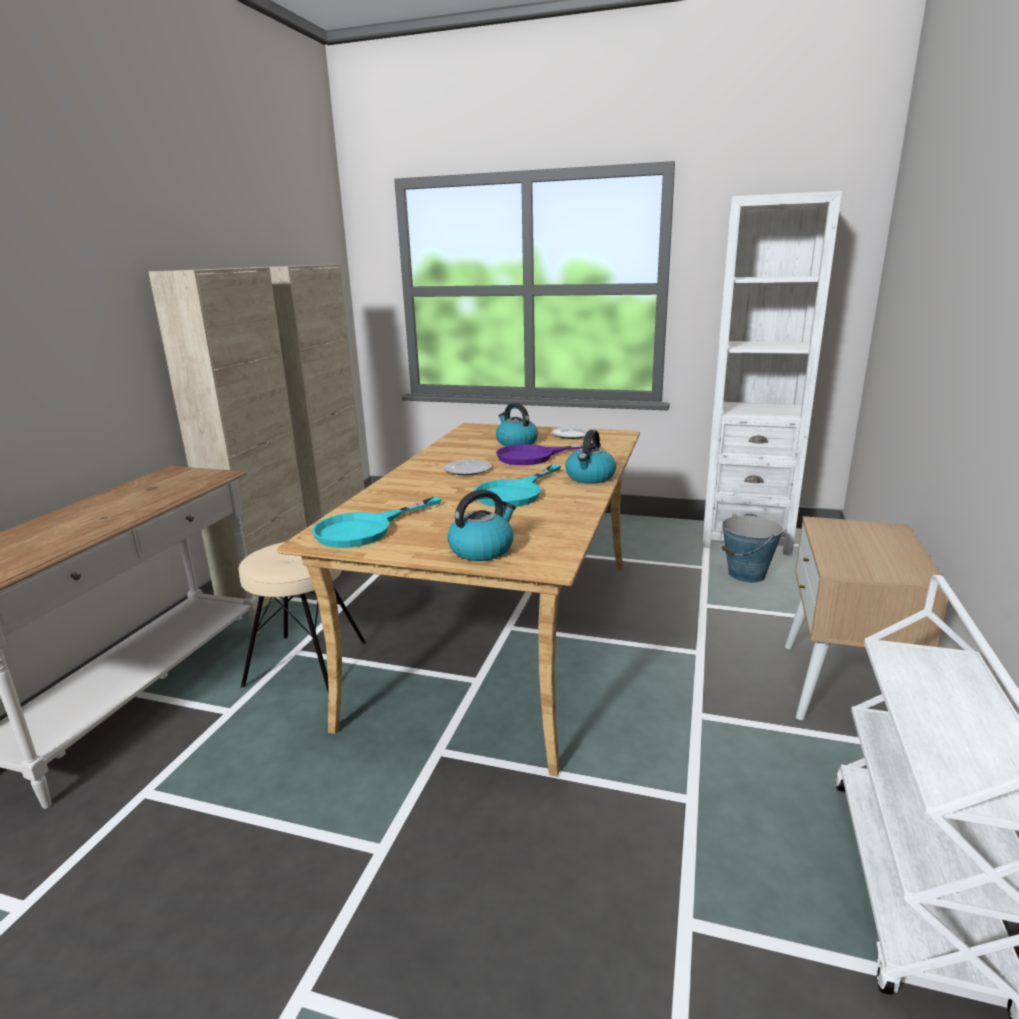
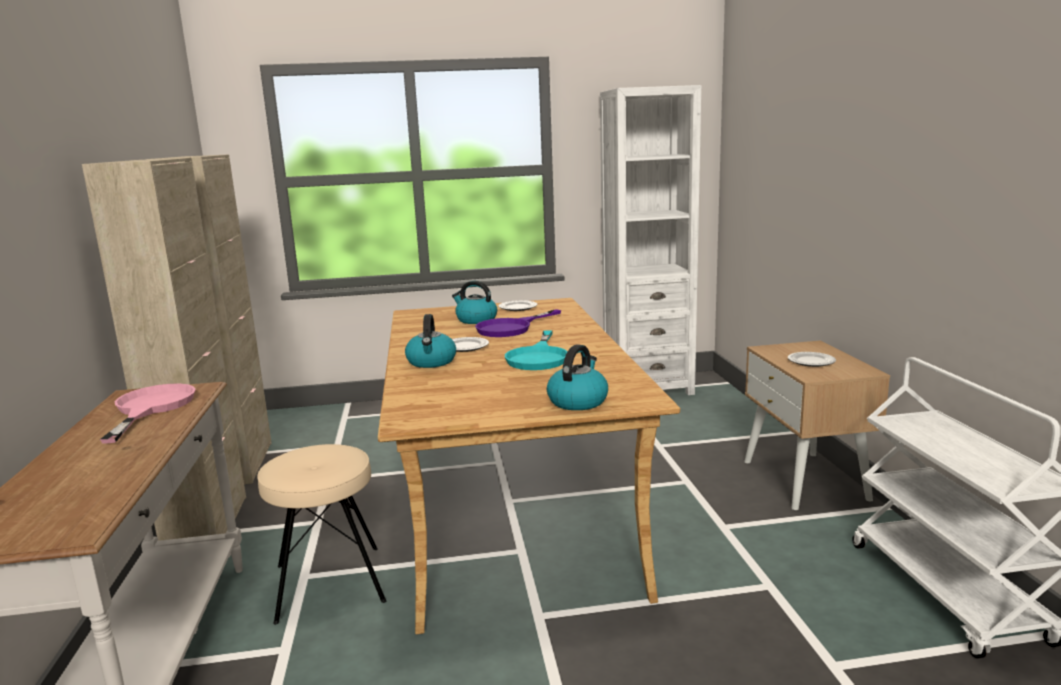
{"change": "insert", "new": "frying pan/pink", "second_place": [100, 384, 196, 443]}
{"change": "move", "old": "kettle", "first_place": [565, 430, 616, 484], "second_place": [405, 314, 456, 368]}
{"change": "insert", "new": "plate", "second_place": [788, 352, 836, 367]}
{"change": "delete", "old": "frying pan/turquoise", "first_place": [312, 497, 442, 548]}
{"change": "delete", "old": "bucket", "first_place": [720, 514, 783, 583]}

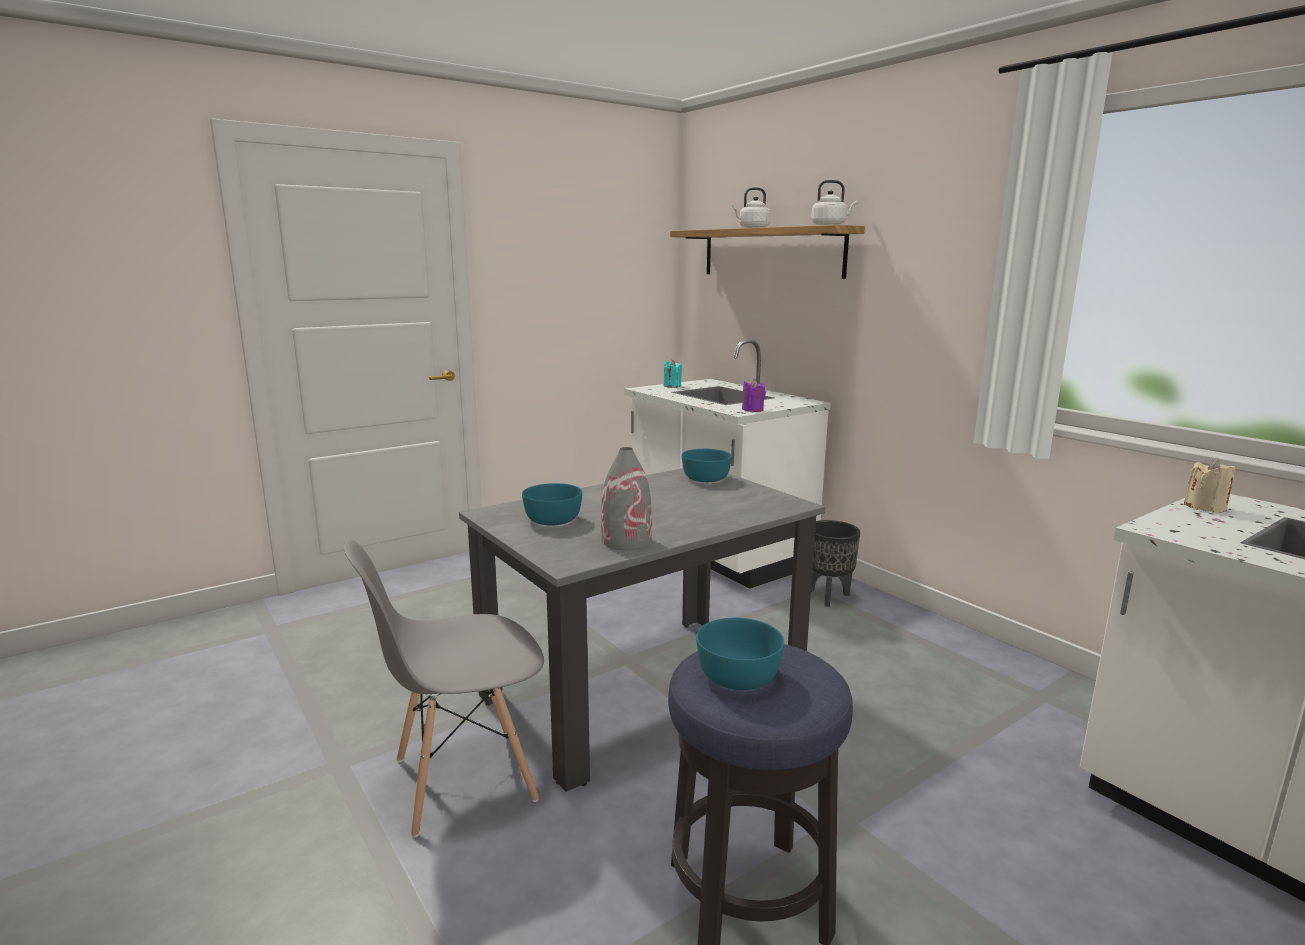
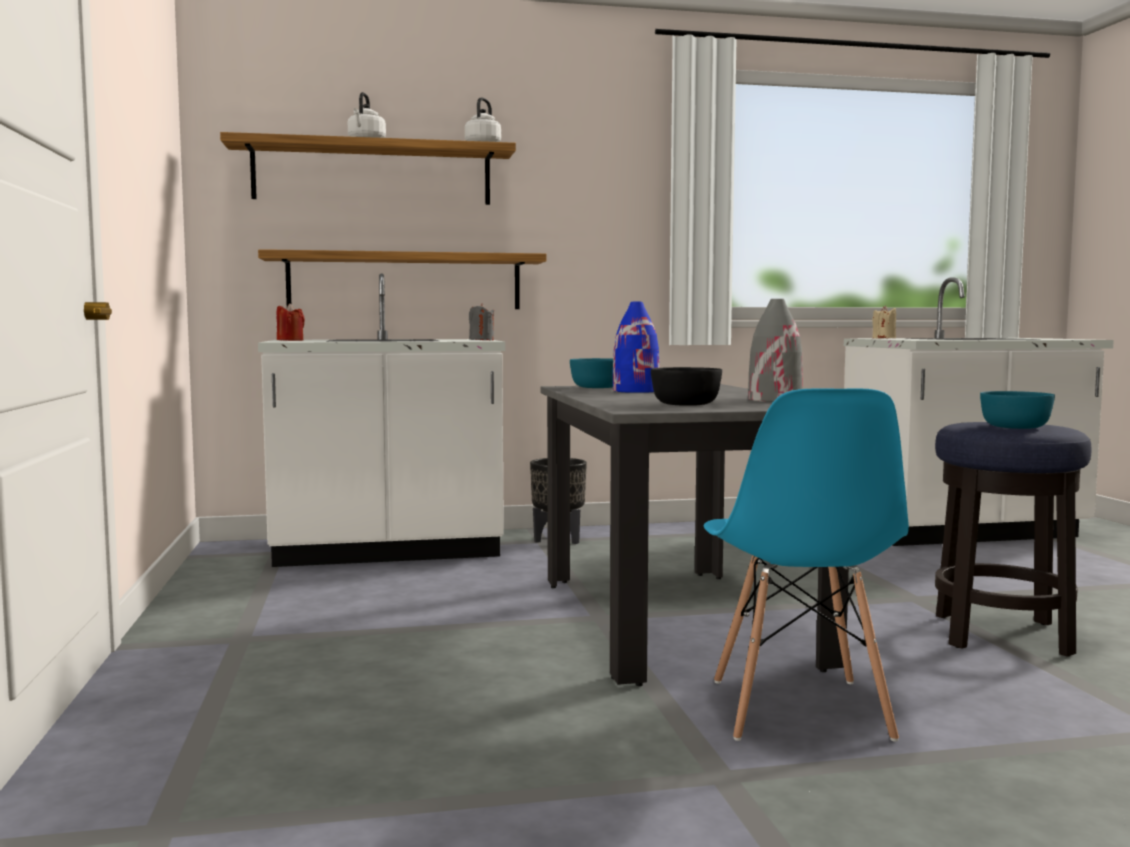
{"change": "insert", "new": "shelf", "second_place": [258, 249, 546, 309]}
{"change": "recolor", "old": "candle/turquoise", "new": "candle/red", "first_place": [664, 360, 682, 388], "second_place": [277, 303, 305, 341]}
{"change": "recolor", "old": "candle/purple", "new": "candle/grey", "first_place": [742, 379, 766, 412], "second_place": [469, 303, 494, 340]}
{"change": "insert", "new": "vase/blue", "second_place": [613, 302, 659, 393]}
{"change": "recolor", "old": "bowl/turquoise", "new": "bowl/black", "first_place": [522, 483, 582, 526], "second_place": [651, 367, 722, 406]}
{"change": "recolor", "old": "chair/grey", "new": "chair/blue", "first_place": [344, 539, 544, 837], "second_place": [703, 389, 909, 742]}

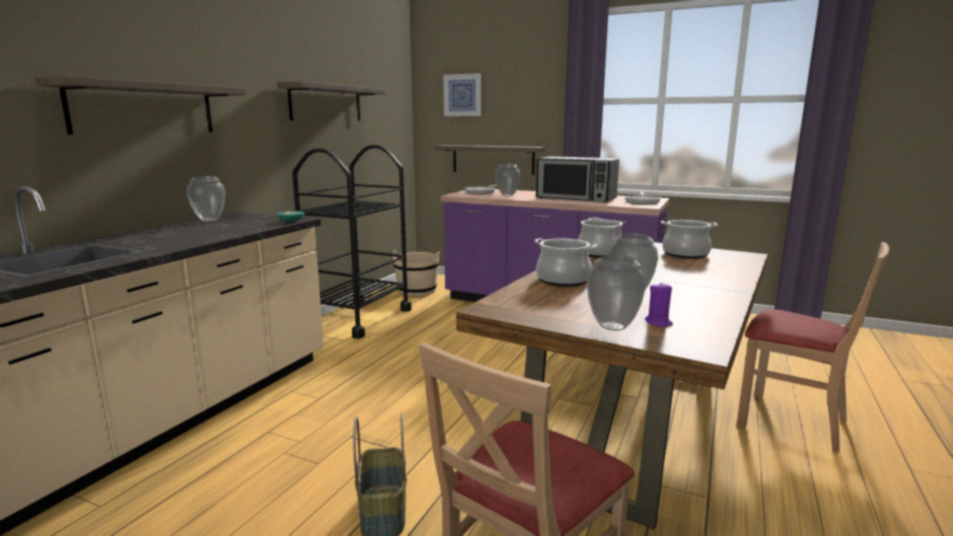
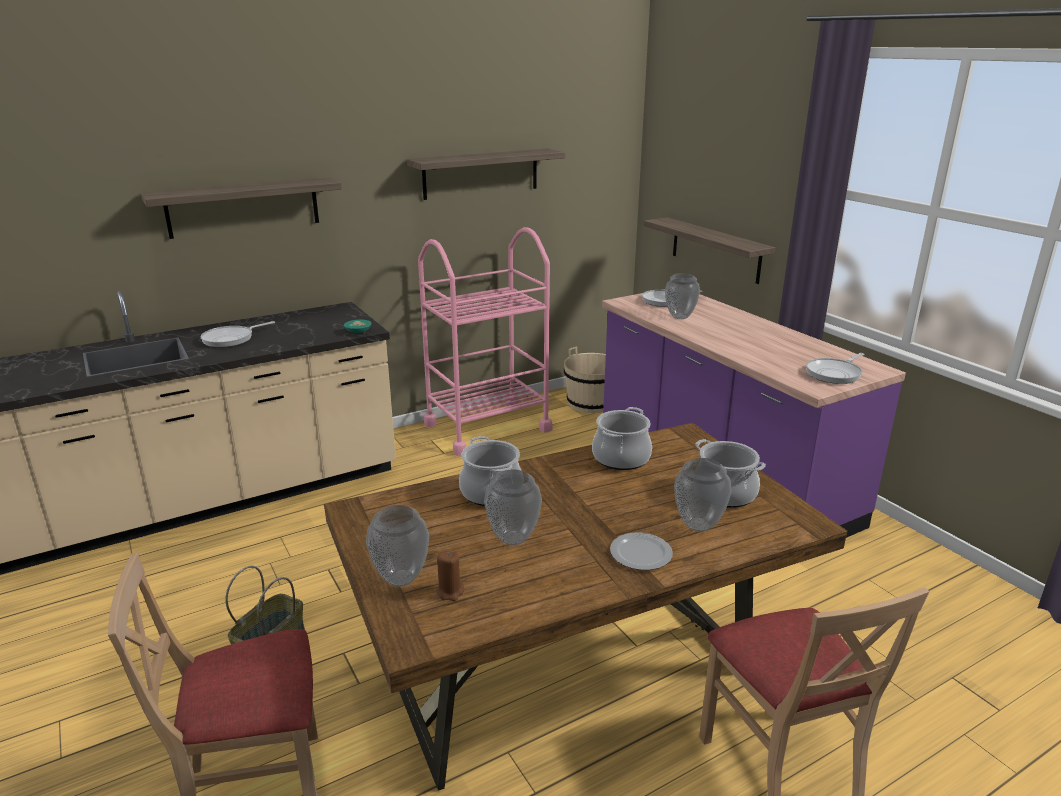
{"change": "insert", "new": "frying pan", "second_place": [201, 321, 275, 347]}
{"change": "recolor", "old": "cart/black", "new": "cart/pink", "first_place": [292, 144, 411, 339], "second_place": [418, 227, 552, 456]}
{"change": "recolor", "old": "candle/purple", "new": "candle/brown", "first_place": [645, 282, 673, 327], "second_place": [436, 551, 464, 601]}
{"change": "insert", "new": "plate", "second_place": [610, 533, 673, 570]}
{"change": "move", "old": "vase", "first_place": [187, 176, 225, 222], "second_place": [674, 458, 732, 532]}
{"change": "delete", "old": "picture", "first_place": [443, 73, 481, 116]}
{"change": "delete", "old": "microwave", "first_place": [536, 156, 619, 203]}

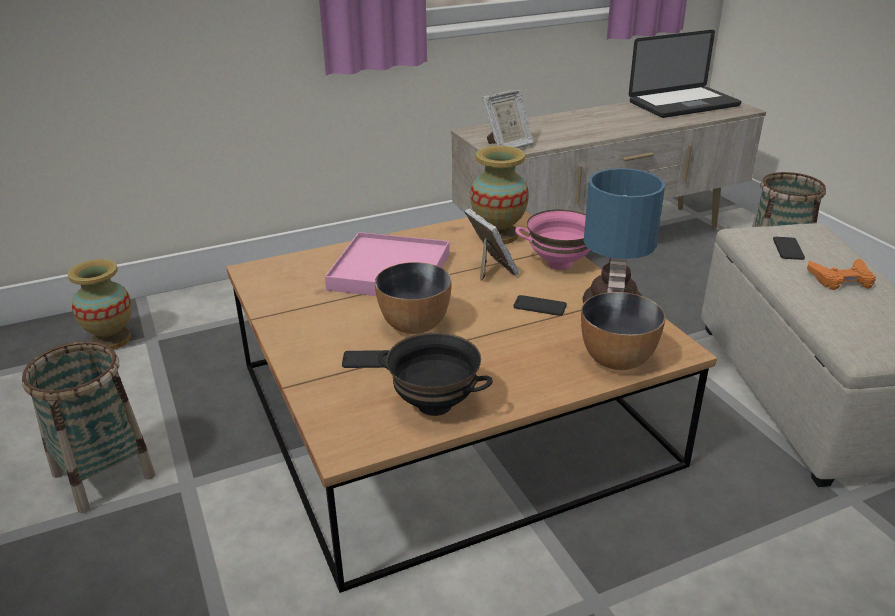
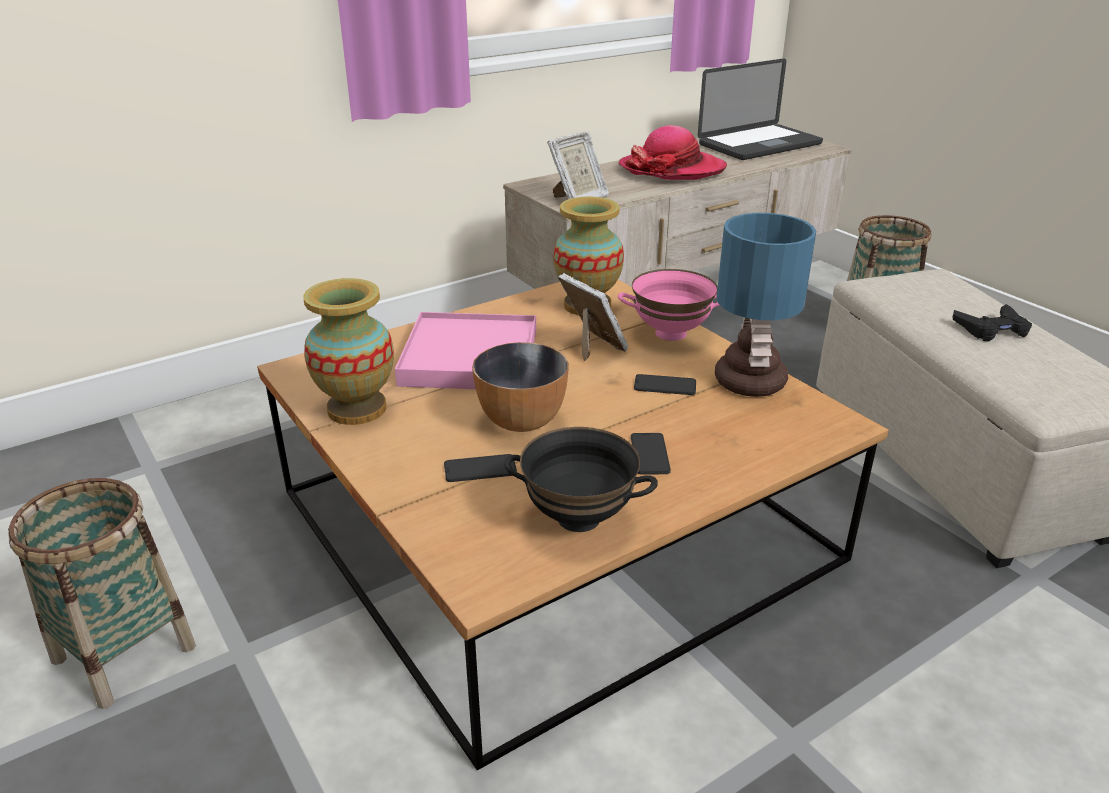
{"change": "move", "old": "vase", "first_place": [68, 259, 131, 350], "second_place": [304, 278, 394, 425]}
{"change": "insert", "new": "hat", "second_place": [619, 125, 727, 180]}
{"change": "move", "old": "phone", "first_place": [773, 237, 805, 260], "second_place": [631, 433, 671, 475]}
{"change": "recolor", "old": "game controller/orange", "new": "game controller/black", "first_place": [807, 258, 876, 290], "second_place": [953, 304, 1032, 341]}
{"change": "delete", "old": "bowl", "first_place": [581, 292, 666, 370]}

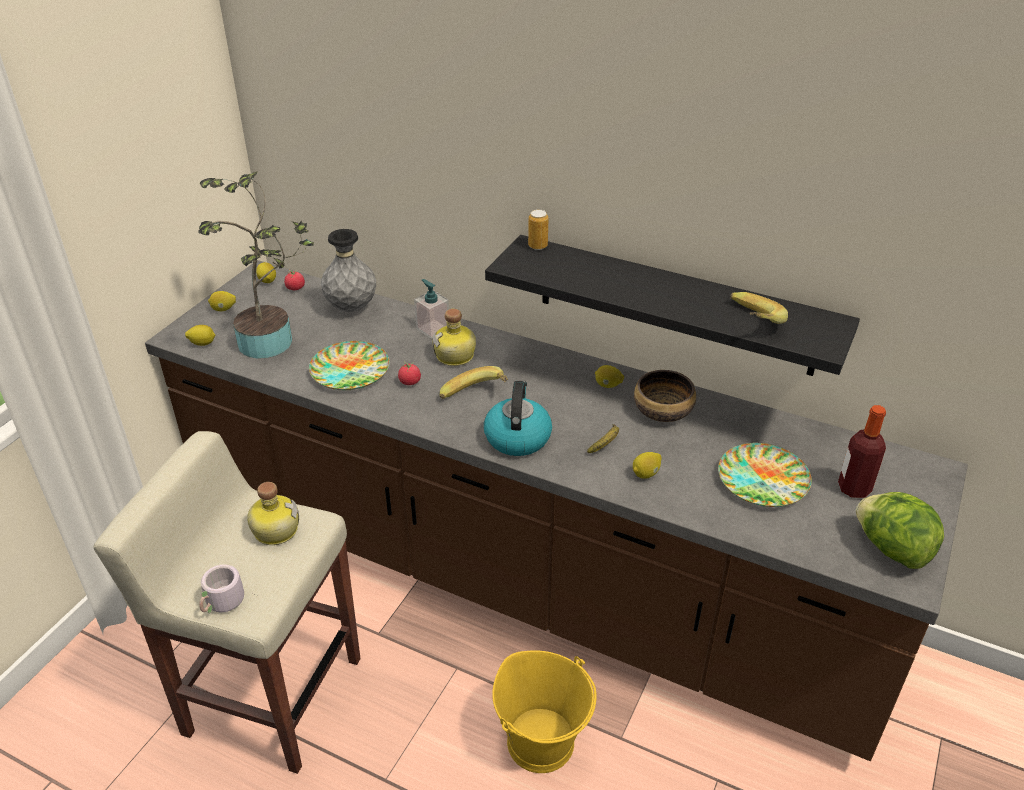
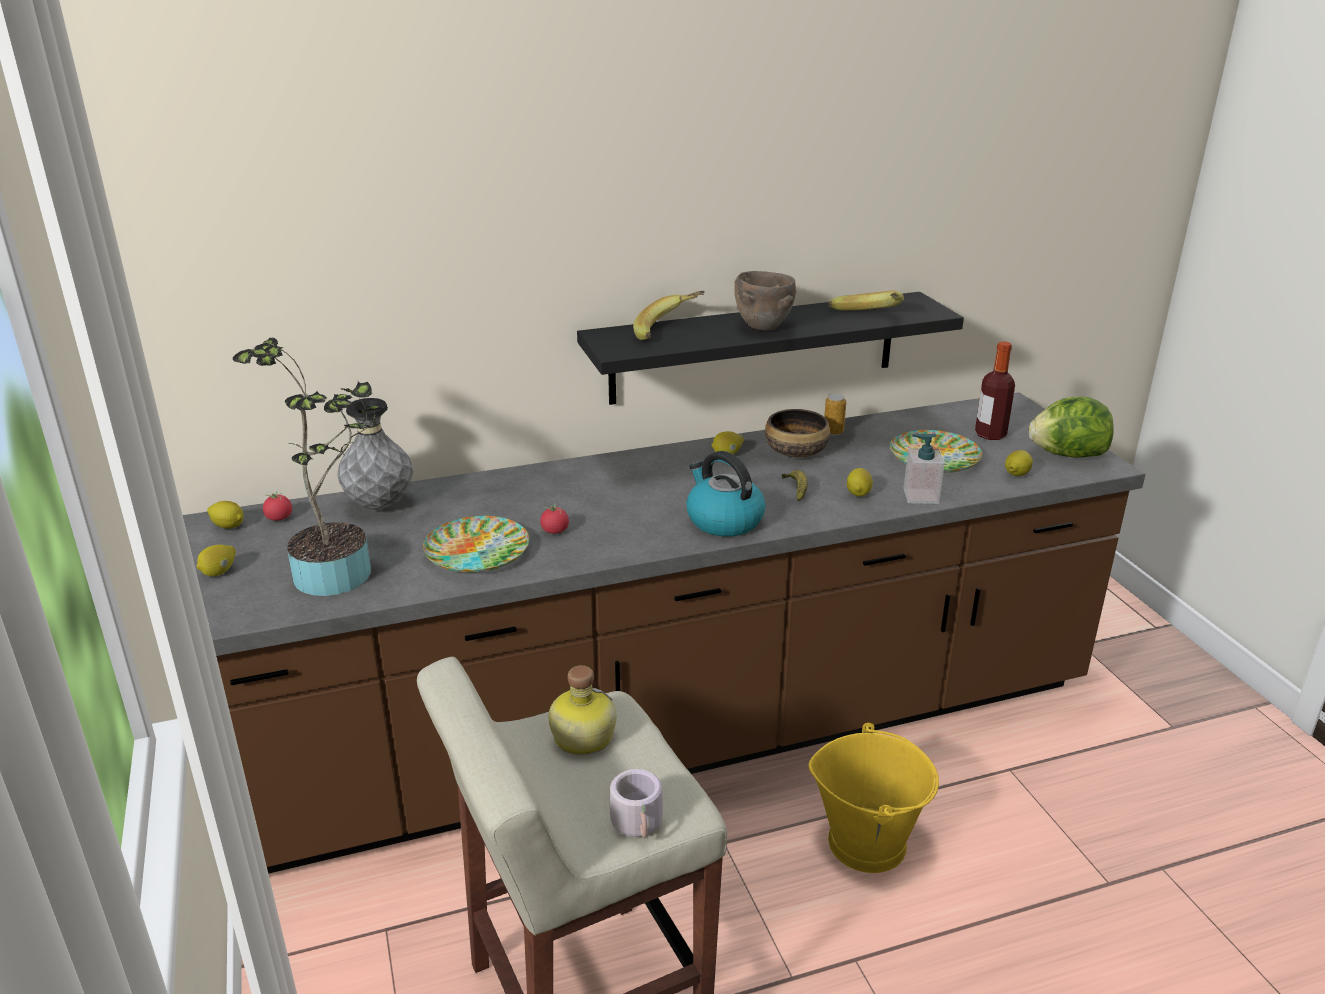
{"change": "move", "old": "banana", "first_place": [440, 366, 508, 399], "second_place": [633, 291, 705, 340]}
{"change": "insert", "new": "bowl/brown", "second_place": [734, 271, 796, 330]}
{"change": "move", "old": "can", "first_place": [528, 209, 549, 250], "second_place": [824, 394, 846, 435]}
{"change": "move", "old": "soap dispenser", "first_place": [414, 279, 449, 339], "second_place": [903, 434, 945, 504]}
{"change": "move", "old": "lemon", "first_place": [185, 325, 215, 346], "second_place": [1005, 450, 1033, 476]}
{"change": "delete", "old": "bottle", "first_place": [433, 309, 476, 366]}

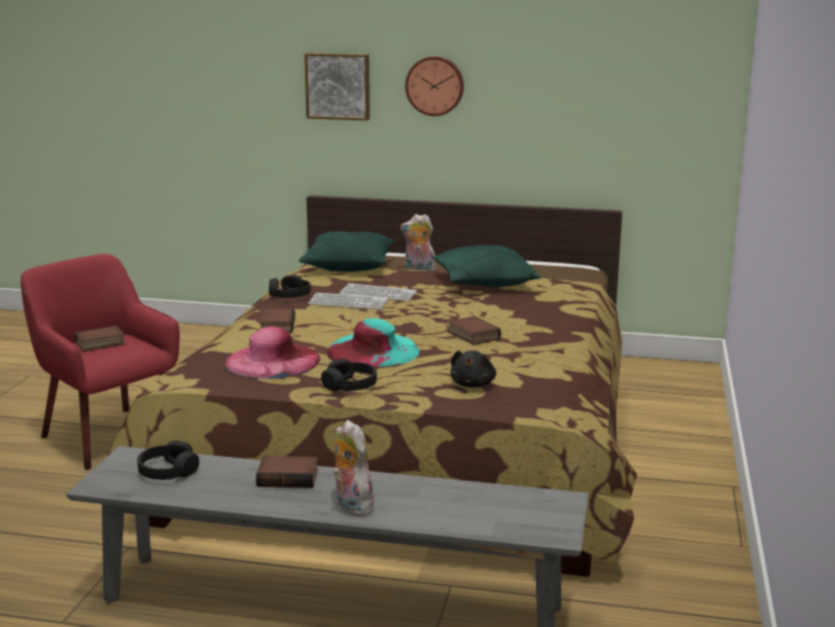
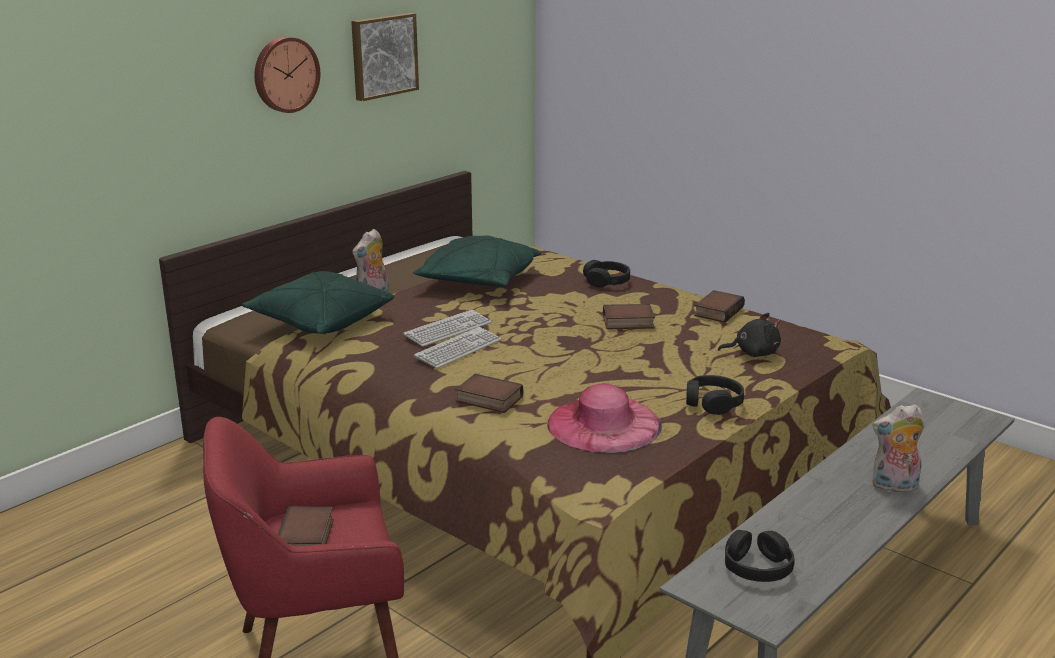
{"change": "move", "old": "picture", "first_place": [305, 53, 370, 121], "second_place": [351, 13, 419, 101]}
{"change": "move", "old": "headphones/black", "first_place": [269, 275, 311, 298], "second_place": [583, 260, 630, 288]}
{"change": "move", "old": "book", "first_place": [256, 456, 318, 488], "second_place": [694, 290, 745, 323]}
{"change": "rotate", "old": "plush toy/black", "first_place": [451, 350, 496, 388], "second_place": [718, 313, 781, 357], "degrees": -45}
{"change": "delete", "old": "hat/turquoise", "first_place": [327, 318, 419, 368]}

